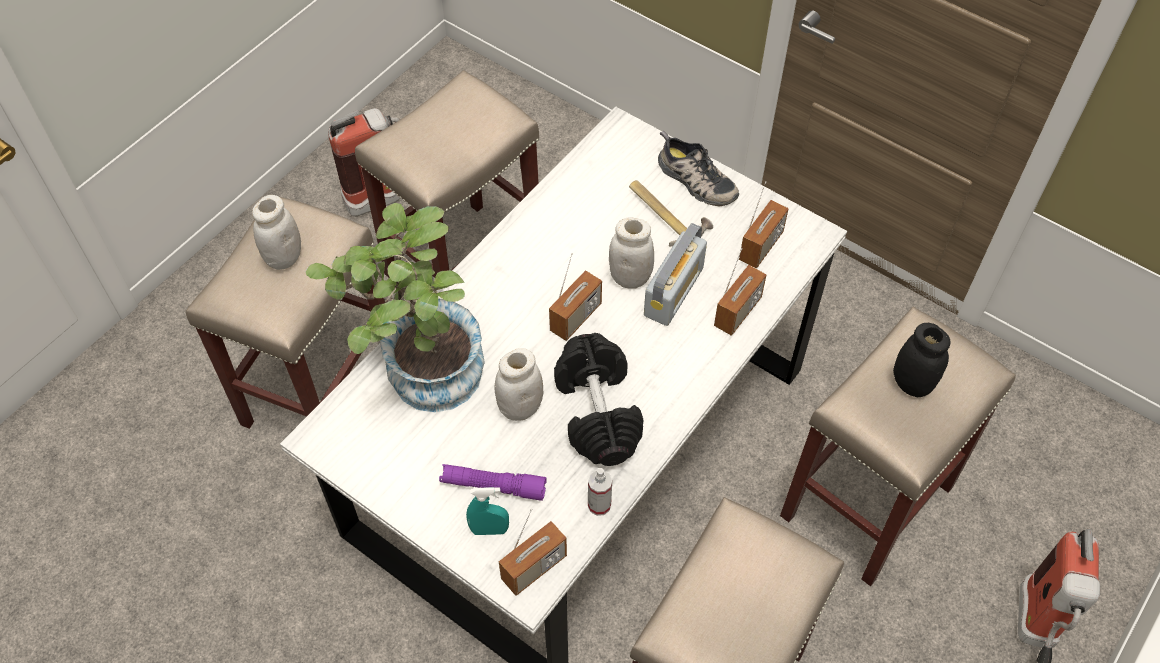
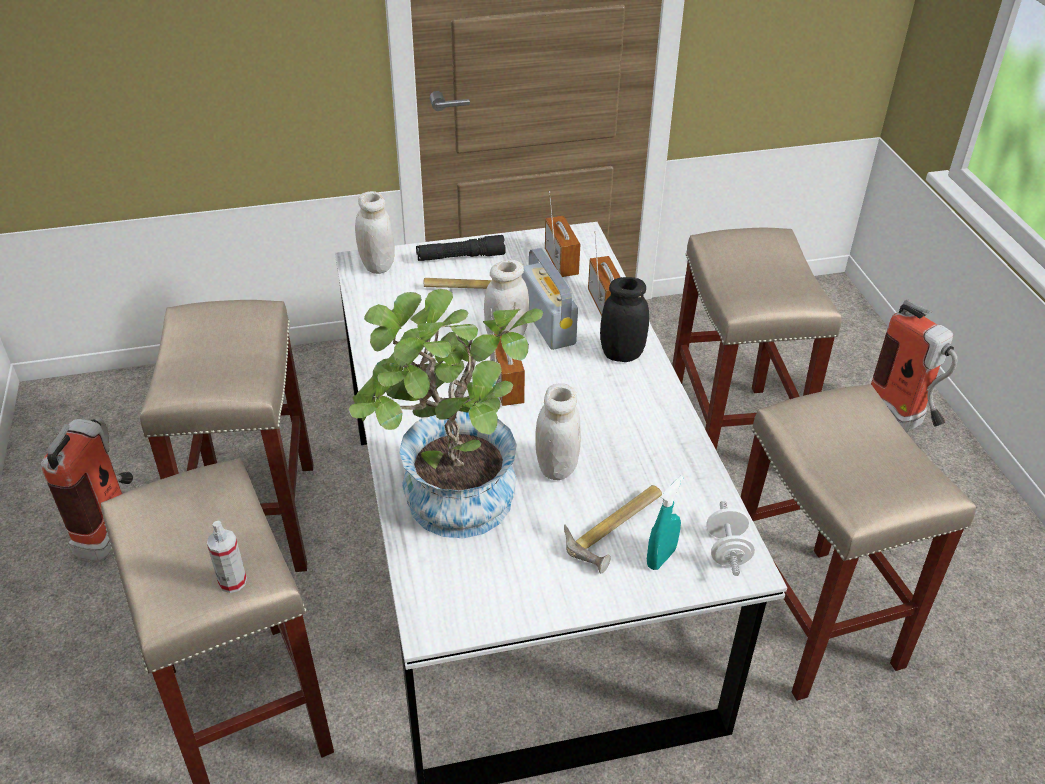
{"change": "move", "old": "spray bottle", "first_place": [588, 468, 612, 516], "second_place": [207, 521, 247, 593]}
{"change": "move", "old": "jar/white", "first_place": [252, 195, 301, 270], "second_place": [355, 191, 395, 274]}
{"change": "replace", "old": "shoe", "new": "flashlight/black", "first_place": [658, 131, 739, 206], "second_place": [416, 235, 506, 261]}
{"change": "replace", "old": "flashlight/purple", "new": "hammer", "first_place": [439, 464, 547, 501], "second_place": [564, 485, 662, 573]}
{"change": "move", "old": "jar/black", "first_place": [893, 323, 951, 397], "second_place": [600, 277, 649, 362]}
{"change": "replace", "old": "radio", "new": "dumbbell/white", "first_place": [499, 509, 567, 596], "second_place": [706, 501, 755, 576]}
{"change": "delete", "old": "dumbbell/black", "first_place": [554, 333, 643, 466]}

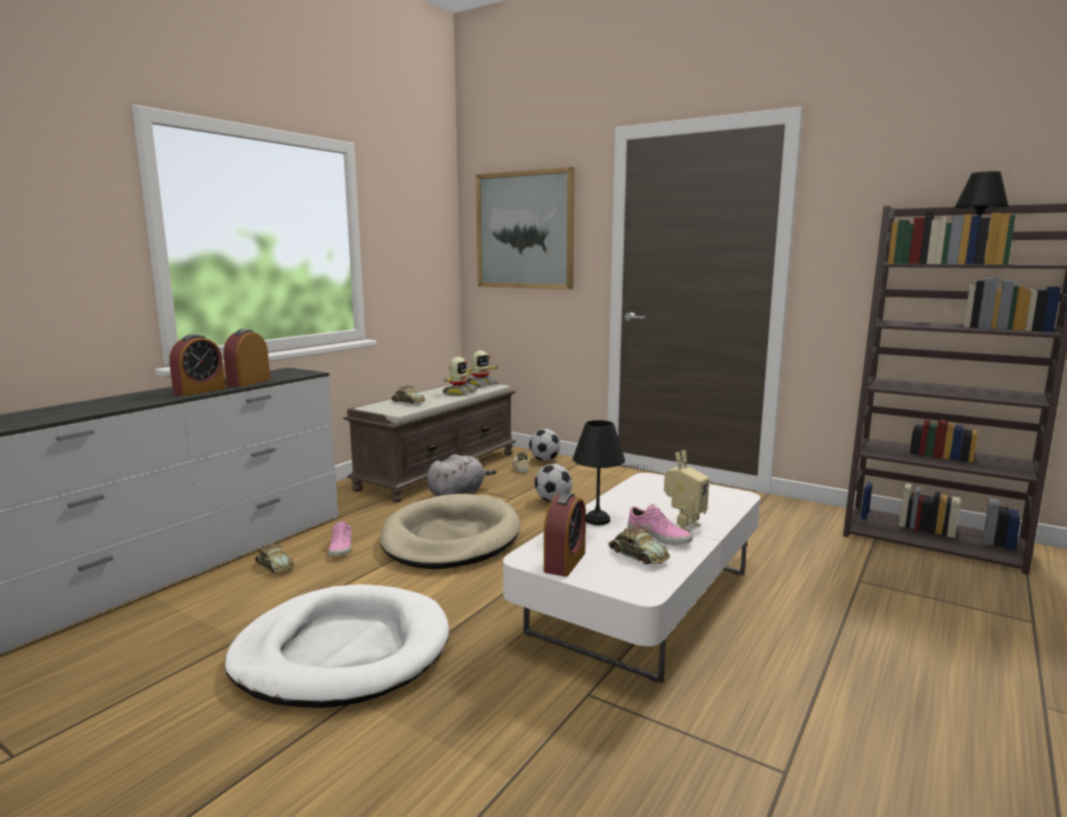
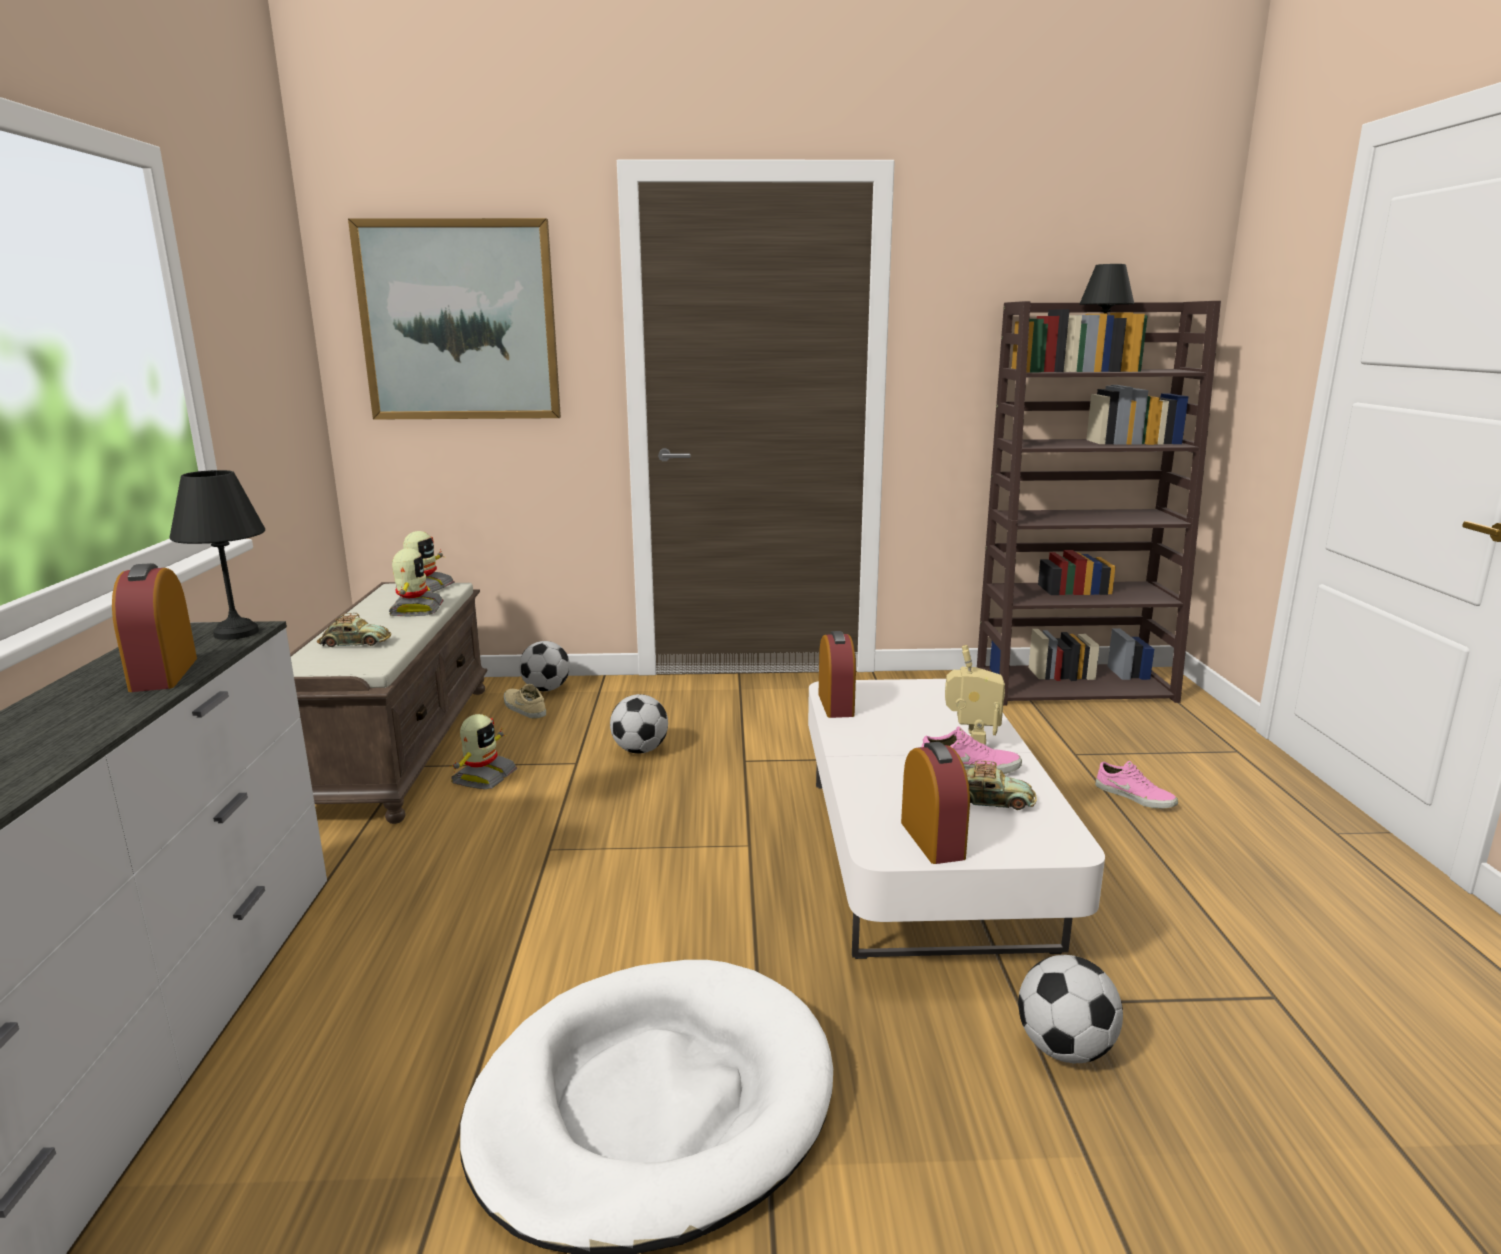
{"change": "move", "old": "table lamp/black", "first_place": [573, 420, 625, 525], "second_place": [170, 470, 265, 640]}
{"change": "replace", "old": "plush toy/grey", "new": "toy robot", "first_place": [427, 454, 497, 496], "second_place": [450, 714, 517, 789]}
{"change": "move", "old": "alarm clock", "first_place": [169, 334, 225, 396], "second_place": [818, 631, 856, 718]}
{"change": "insert", "new": "football", "second_place": [1018, 955, 1123, 1063]}
{"change": "move", "old": "shoe/pink", "first_place": [328, 521, 352, 556], "second_place": [1095, 761, 1178, 809]}
{"change": "delete", "old": "toy car", "first_place": [255, 542, 294, 573]}
{"change": "delete", "old": "dog bed/beige", "first_place": [380, 494, 520, 569]}

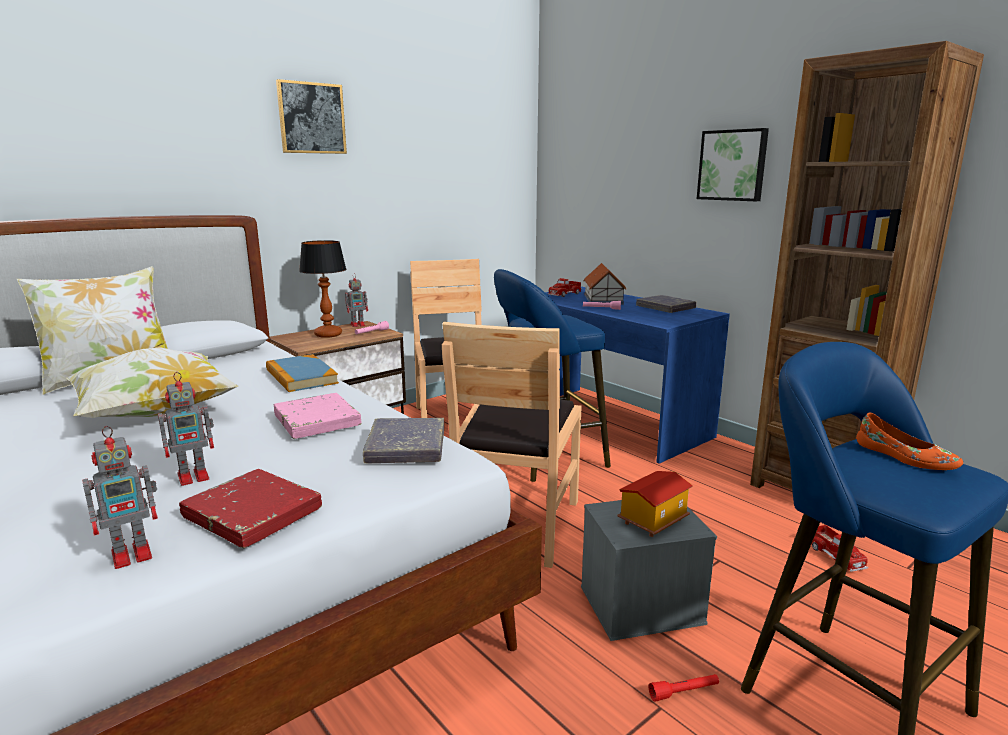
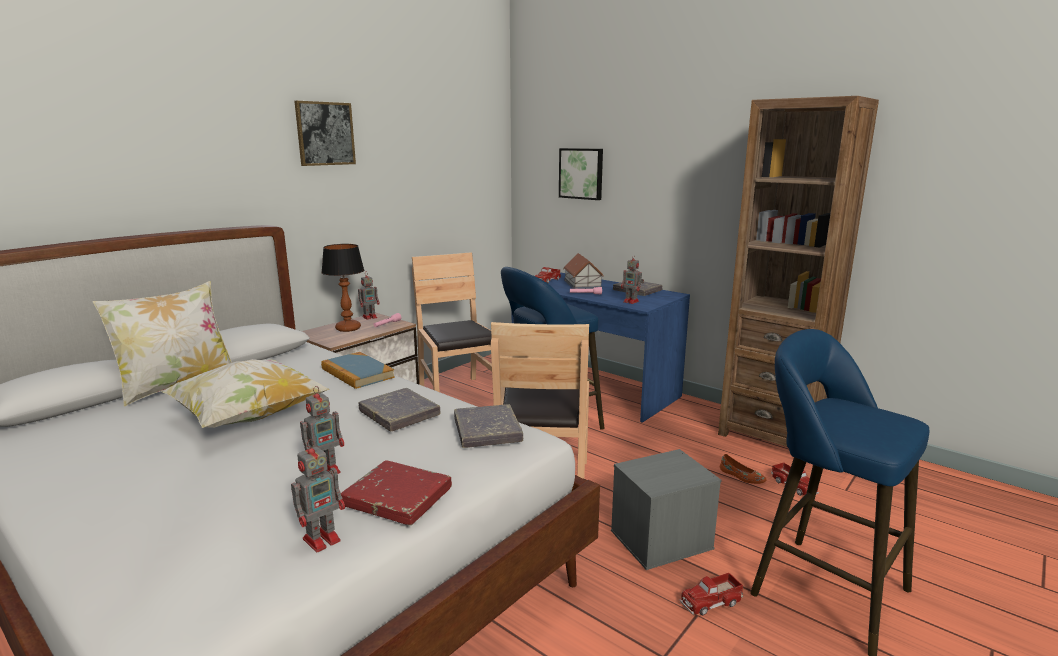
{"change": "recolor", "old": "book/pink", "new": "book/grey", "first_place": [274, 393, 362, 439], "second_place": [358, 388, 440, 432]}
{"change": "move", "old": "picture", "first_place": [697, 128, 769, 201], "second_place": [559, 148, 603, 200]}
{"change": "insert", "new": "toy robot", "second_place": [621, 254, 644, 304]}
{"change": "replace", "old": "flashlight/red", "new": "toy truck", "first_place": [649, 674, 719, 702], "second_place": [680, 573, 743, 615]}
{"change": "move", "old": "shoe/orange", "first_place": [856, 413, 963, 470], "second_place": [720, 454, 767, 484]}
{"change": "delete", "old": "toy house", "first_place": [617, 471, 693, 537]}

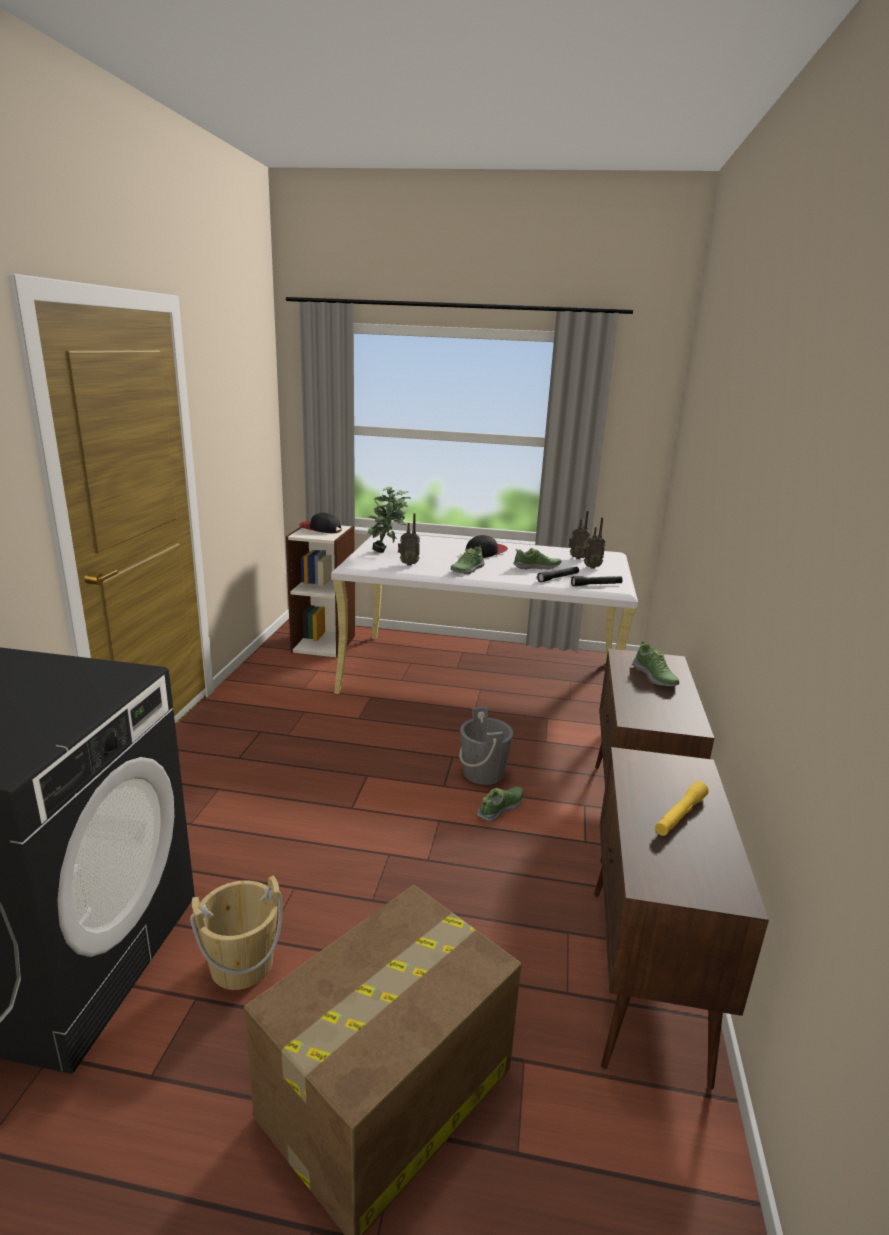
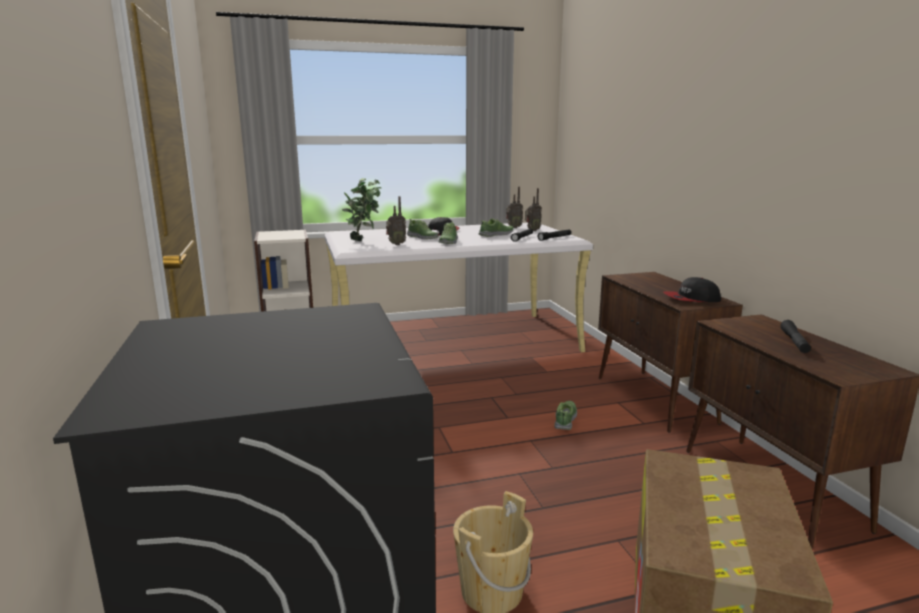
{"change": "move", "old": "shoe", "first_place": [633, 641, 680, 686], "second_place": [407, 219, 439, 239]}
{"change": "move", "old": "cap", "first_place": [299, 513, 341, 533], "second_place": [663, 277, 721, 302]}
{"change": "recolor", "old": "flashlight/yellow", "new": "flashlight/black", "first_place": [655, 781, 709, 836], "second_place": [780, 320, 811, 353]}
{"change": "delete", "old": "bucket/grey", "first_place": [459, 706, 513, 785]}

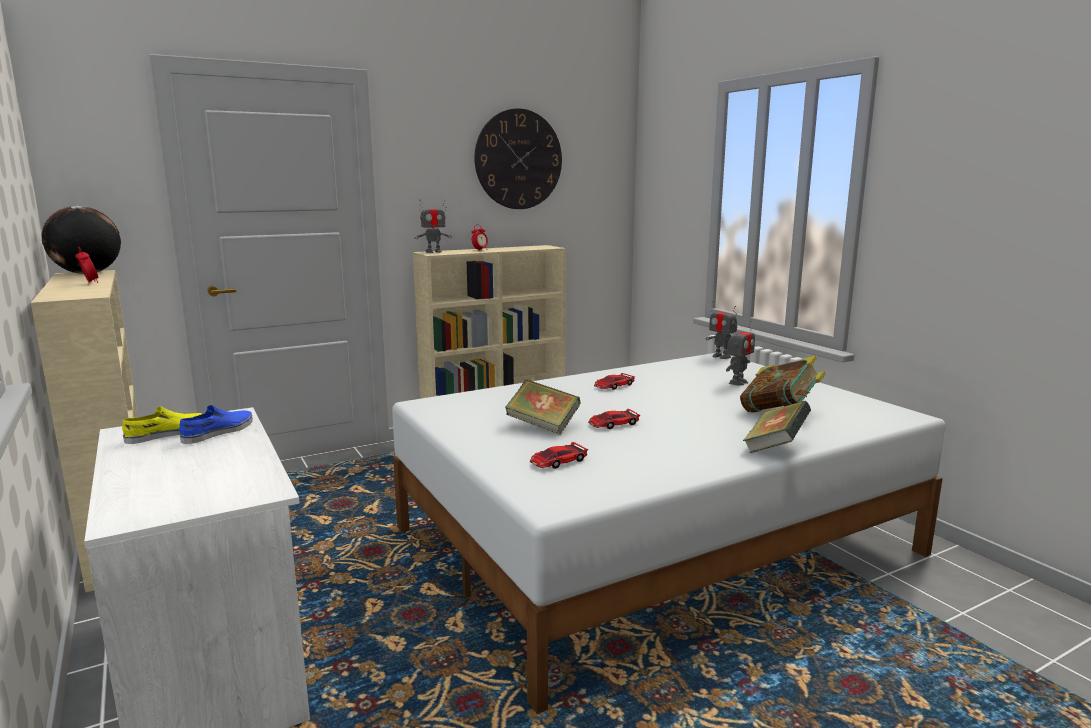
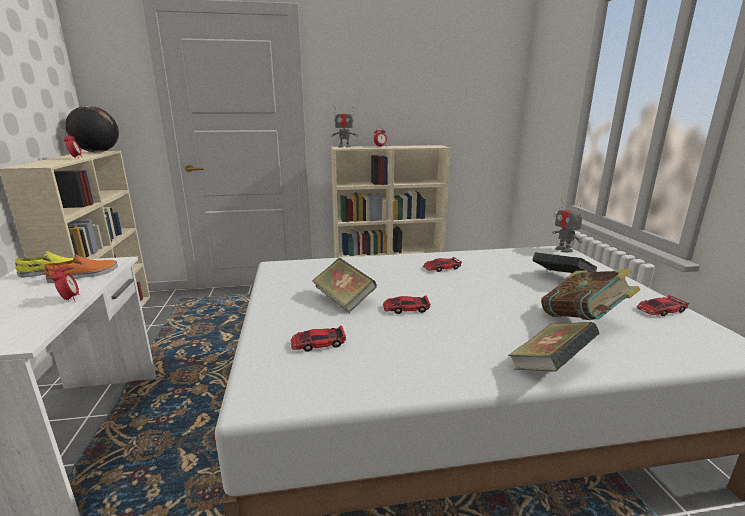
{"change": "recolor", "old": "shoe/blue", "new": "shoe/orange", "first_place": [179, 405, 253, 444], "second_place": [44, 255, 118, 283]}
{"change": "insert", "new": "alarm clock", "second_place": [51, 264, 79, 302]}
{"change": "replace", "old": "toy robot", "new": "book", "first_place": [726, 321, 755, 386], "second_place": [533, 252, 598, 273]}
{"change": "insert", "new": "toy car", "second_place": [637, 295, 689, 316]}
{"change": "delete", "old": "wall clock", "first_place": [474, 108, 562, 209]}

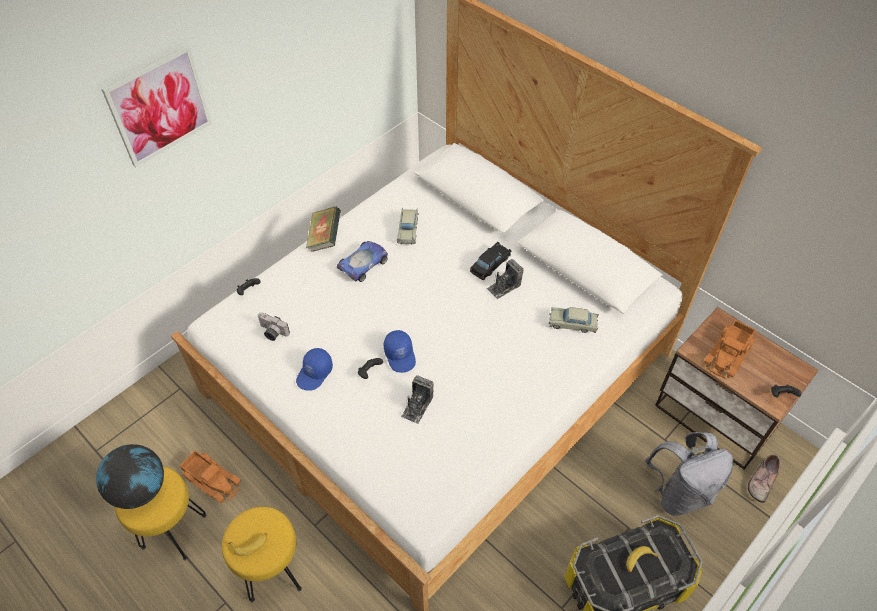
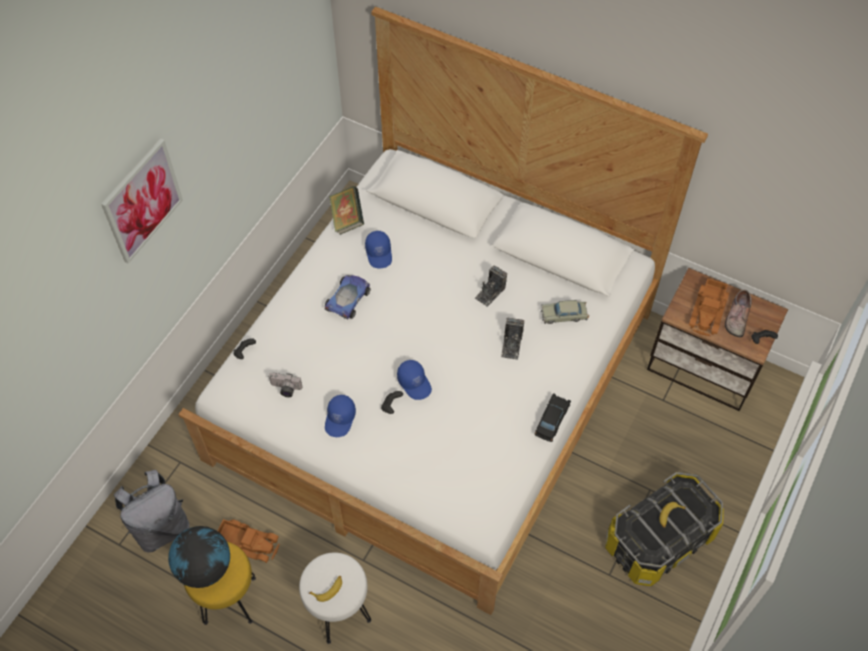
{"change": "move", "old": "backpack/grey", "first_place": [645, 432, 733, 516], "second_place": [114, 470, 189, 553]}
{"change": "recolor", "old": "stool/yellow", "new": "stool/white", "first_place": [222, 507, 302, 602], "second_place": [299, 553, 371, 644]}
{"change": "move", "old": "book", "first_place": [306, 207, 341, 252], "second_place": [329, 186, 364, 235]}
{"change": "replace", "old": "toy car/beige", "new": "cap/blue", "first_place": [397, 208, 418, 245], "second_place": [365, 231, 392, 269]}
{"change": "move", "old": "photo camera", "first_place": [401, 375, 434, 424], "second_place": [501, 318, 525, 360]}
{"change": "move", "old": "toy car/black", "first_place": [470, 242, 512, 280], "second_place": [535, 394, 571, 442]}
{"change": "move", "old": "shoe", "first_place": [748, 454, 781, 503], "second_place": [725, 290, 751, 337]}

